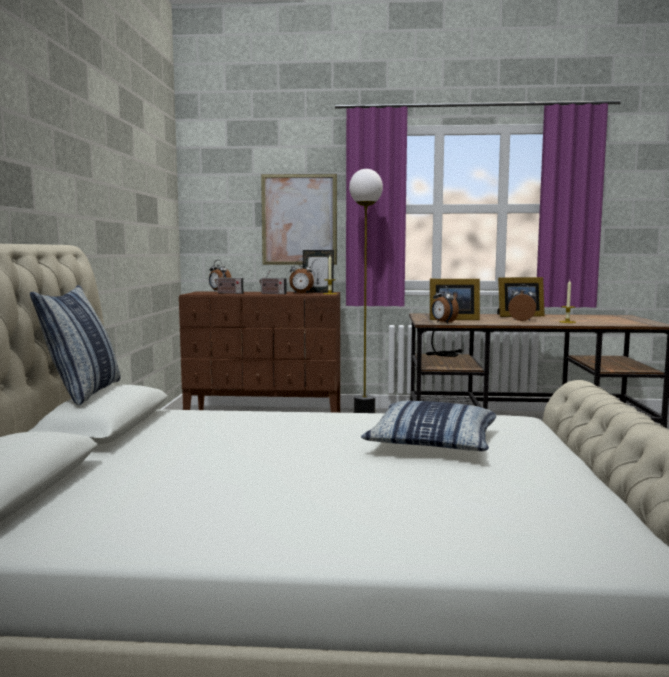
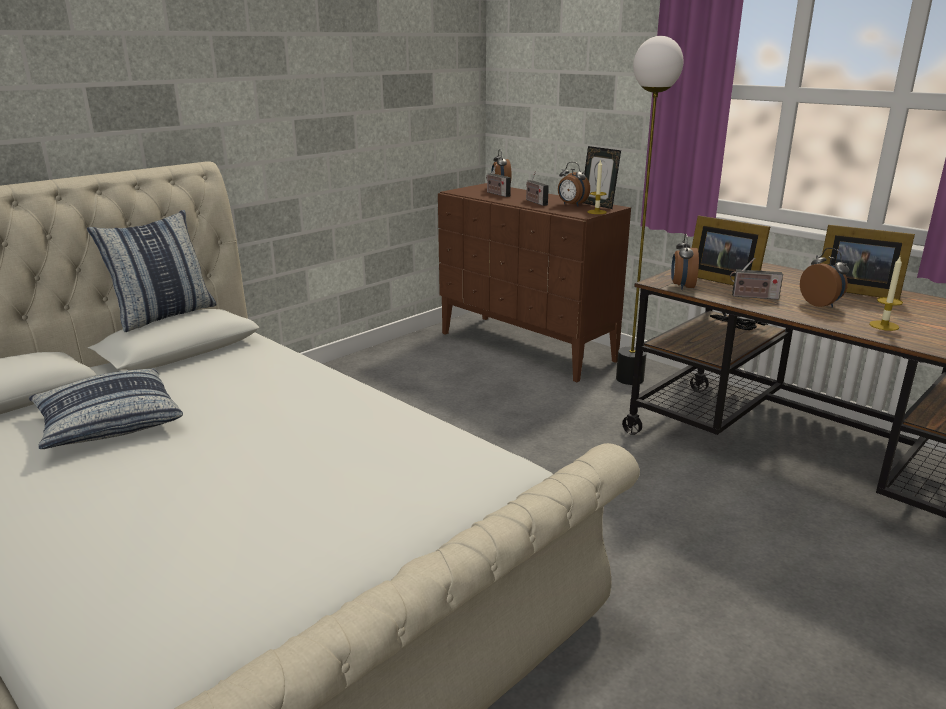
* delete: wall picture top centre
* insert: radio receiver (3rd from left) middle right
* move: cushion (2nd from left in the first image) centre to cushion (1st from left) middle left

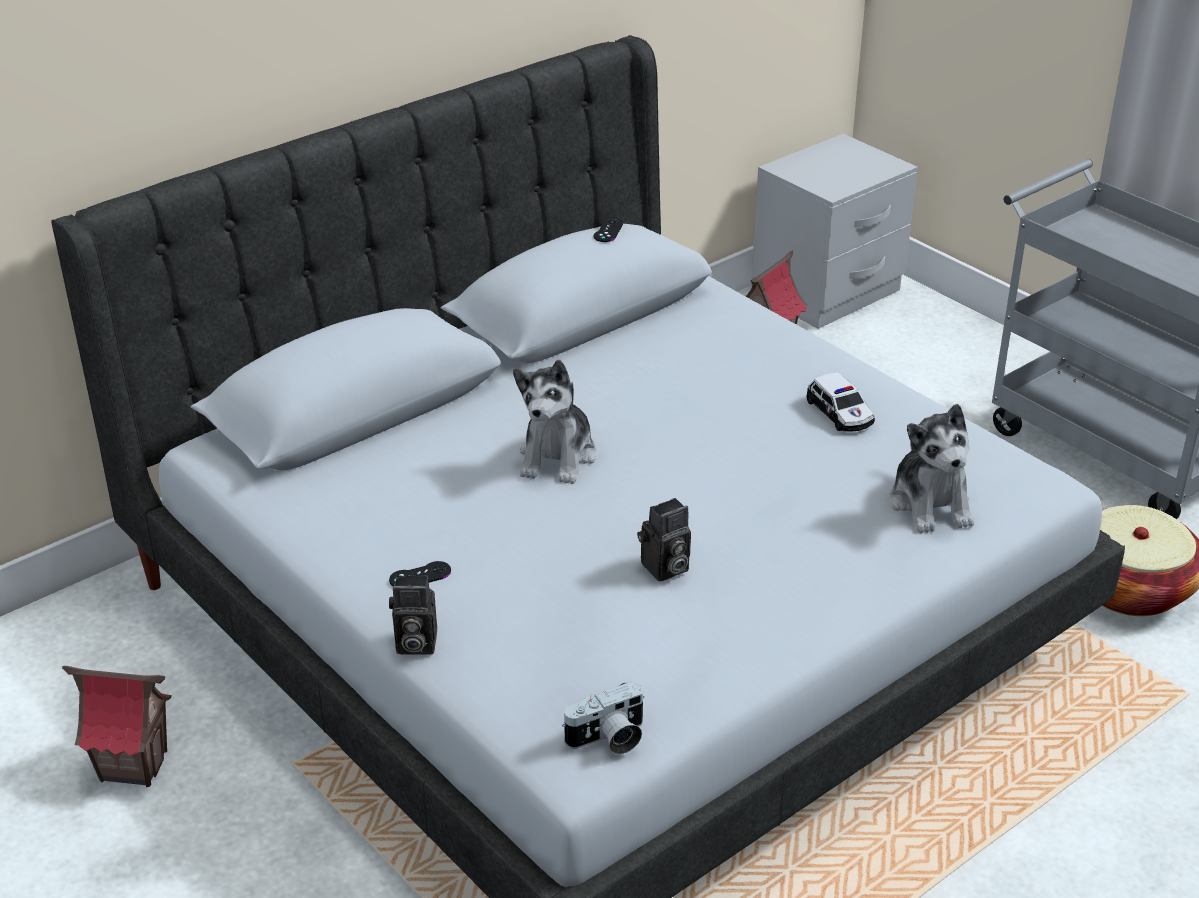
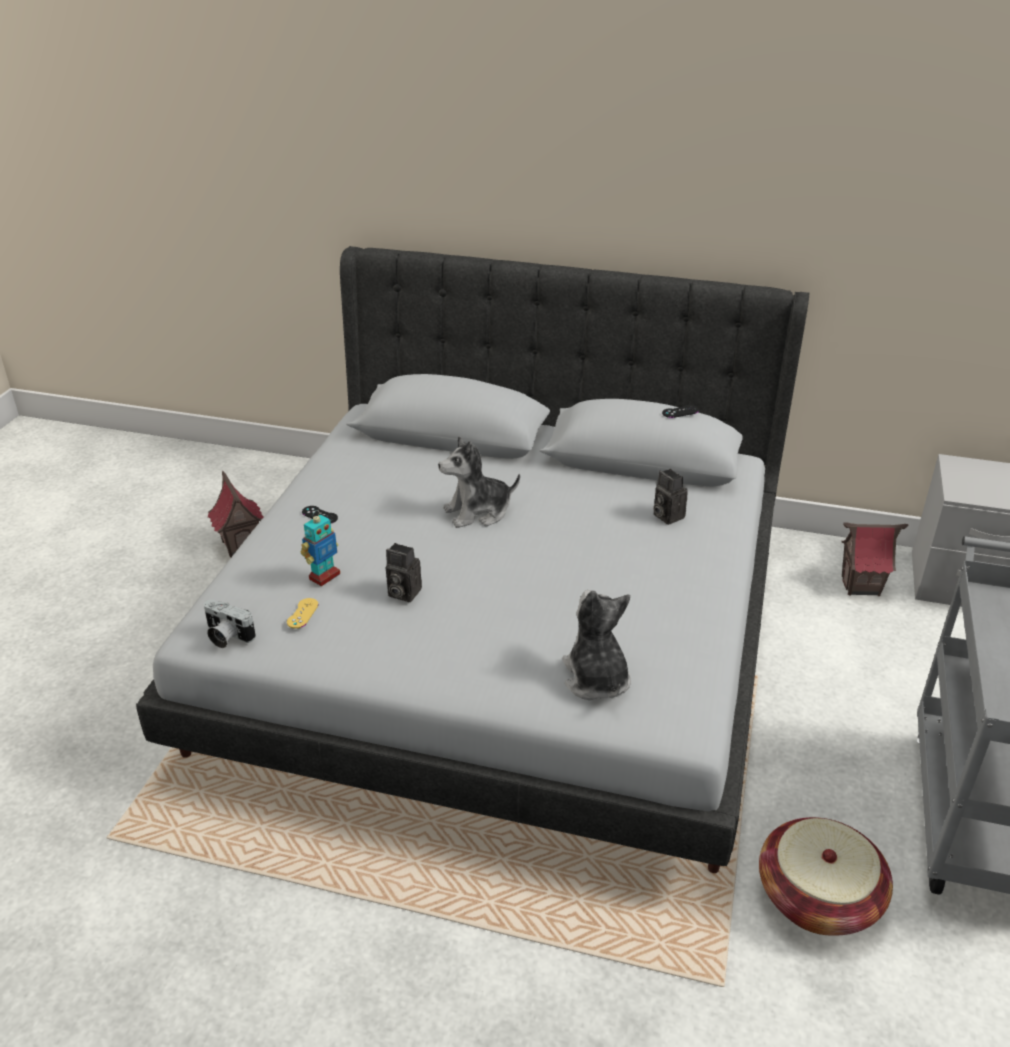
* delete: toy car middle right
* insert: gamepad in yellowish middle left
* insert: model robot middle left
* move: still camera (1st from left in the first image) bottom centre to still camera (3rd from left) centre
* rotate: cuddly toy (2nd from left) middle right = centre 120 degrees clockwise

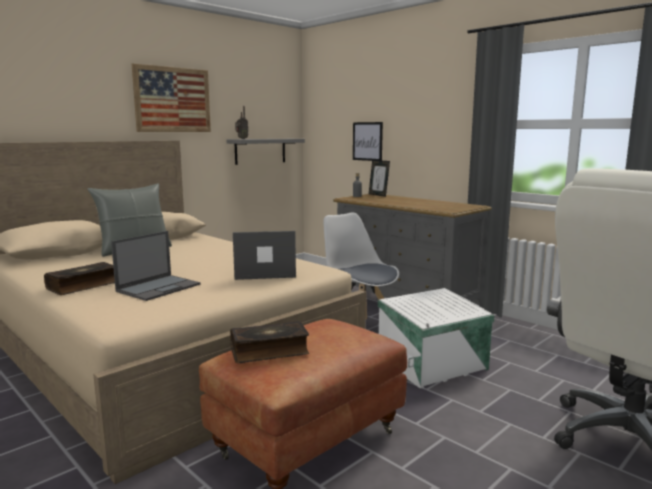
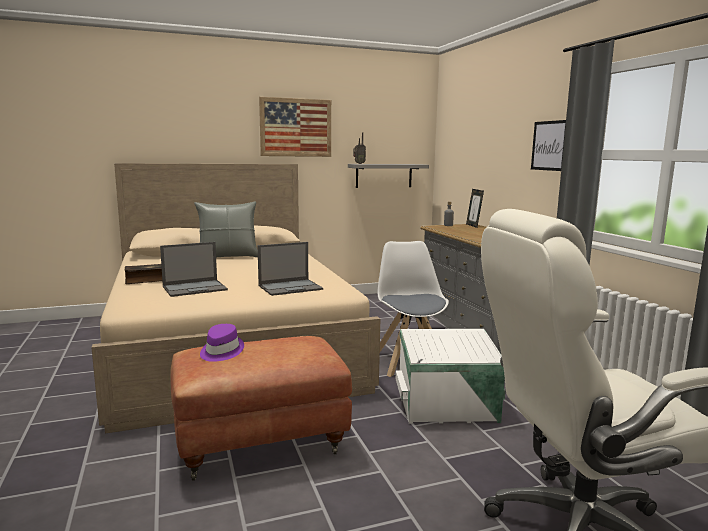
* move: wall picture (2nd from left) top centre to top right
* replace: volume (2nd from left) bottom centre to clothing hat in purplish middle left
* rotate: notebook computer (2nd from left) centre = centre 135 degrees clockwise

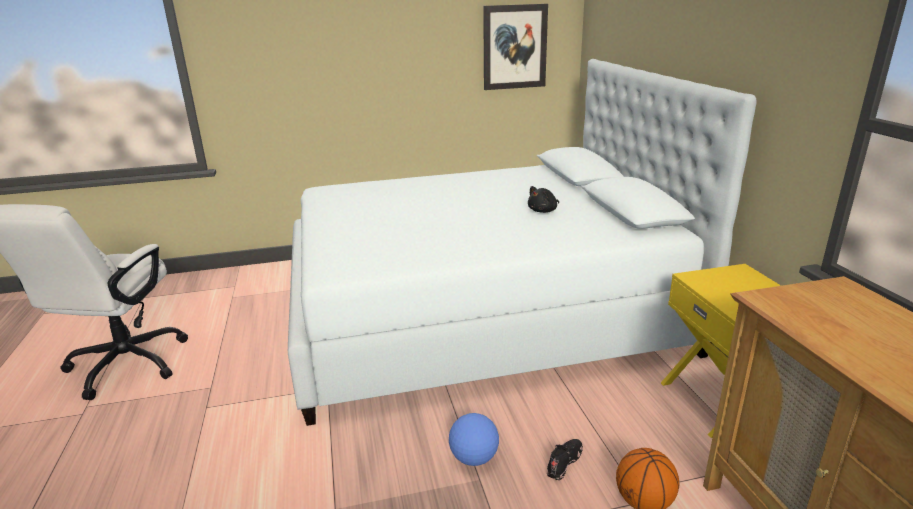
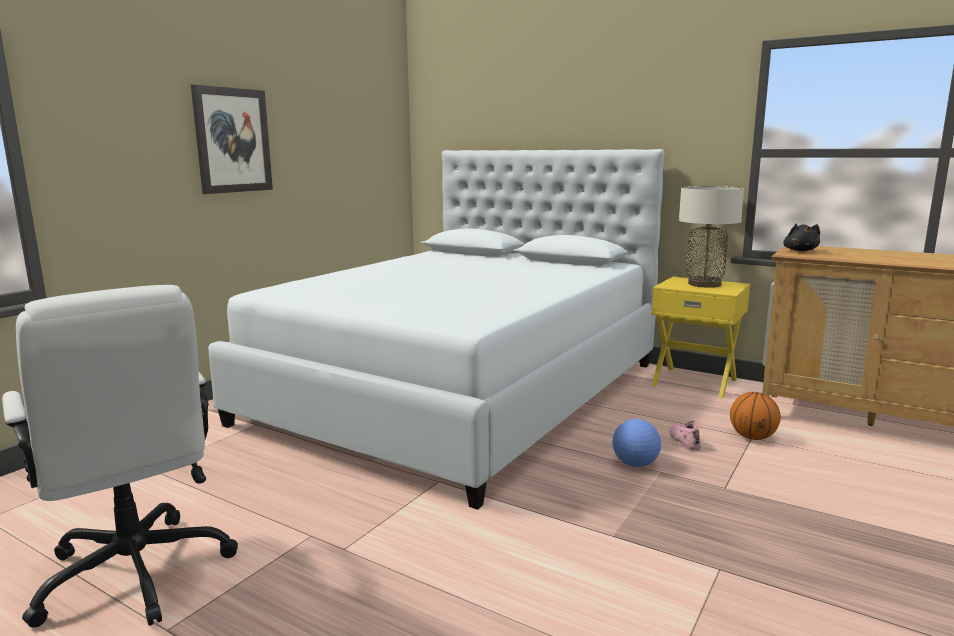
* insert: lamp for a table middle right
* move: wall picture top centre to top left
* move: cuddly toy in black centre to middle right
* recolor: shoe in black bottom centre to shoe in pink-coloured bottom right

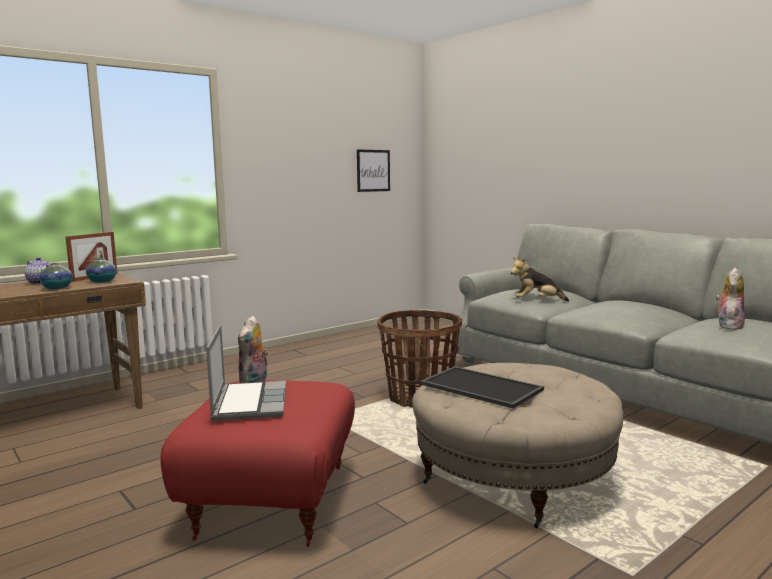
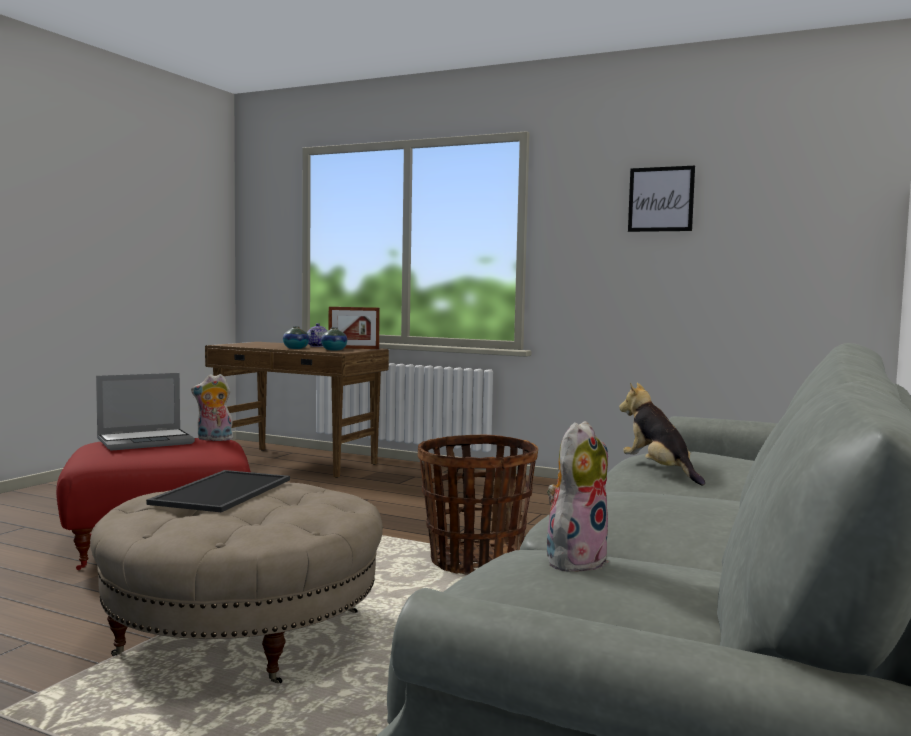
* move: wall picture top centre to top right
* rotate: cuddly toy (3rd from left in the first image) middle right = bottom centre 60 degrees counterclockwise

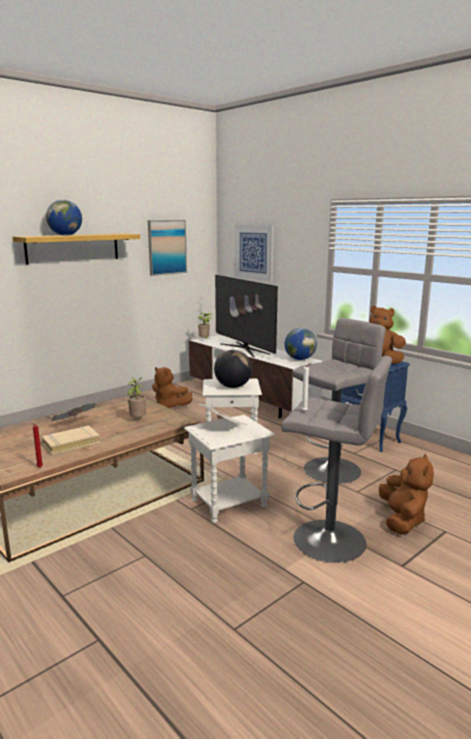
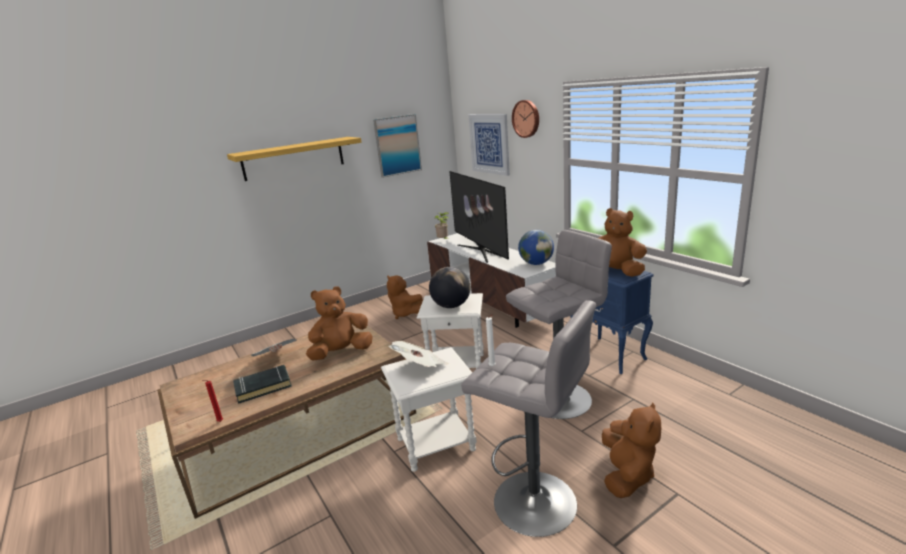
* delete: world globe (1st from left) top left
* insert: hanging clock top centre
* replace: plant in a pot (1st from left) middle left to cuddly toy in brown (1st from left) centre
* recolor: volume in beige middle left to volume in black bottom left

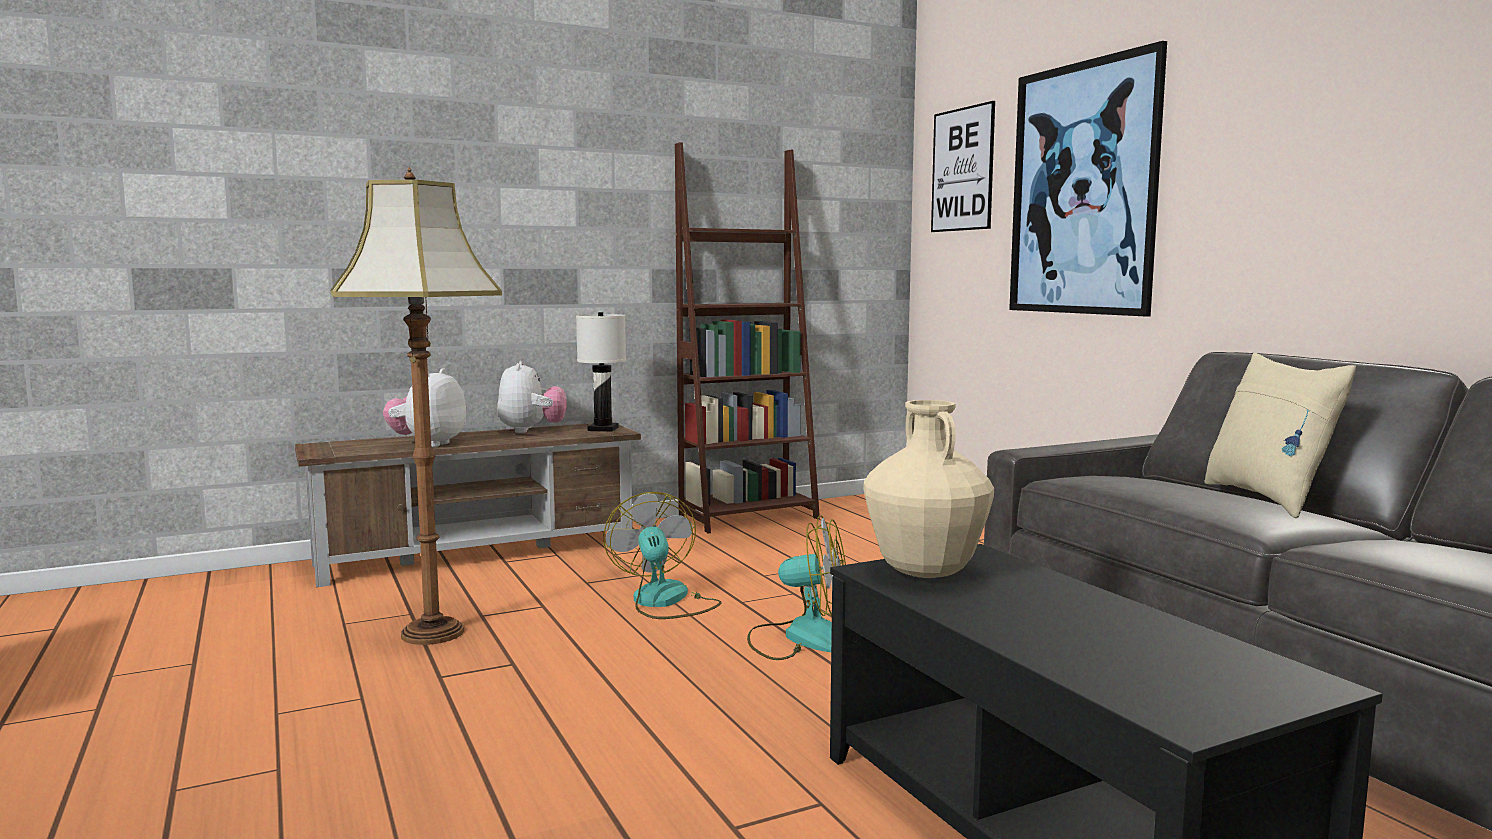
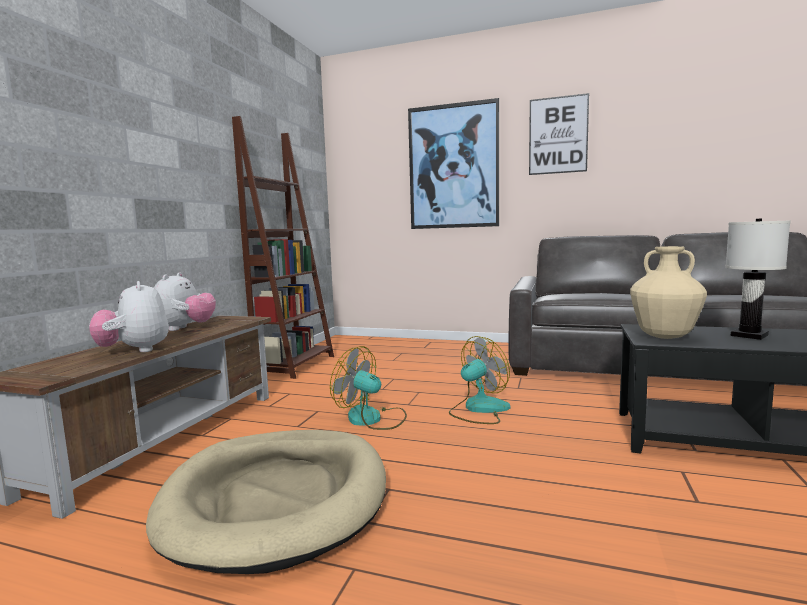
* delete: cushion in beige middle right
* move: lamp for a table in white-coloured centre to middle right
* move: wall picture (1st from left in the first image) top centre to wall picture (2nd from left) top right
* replace: standard lamp middle left to dog cushion in beige bottom left
* rotate: cuddly toy (2nd from left) centre = middle left 60 degrees clockwise

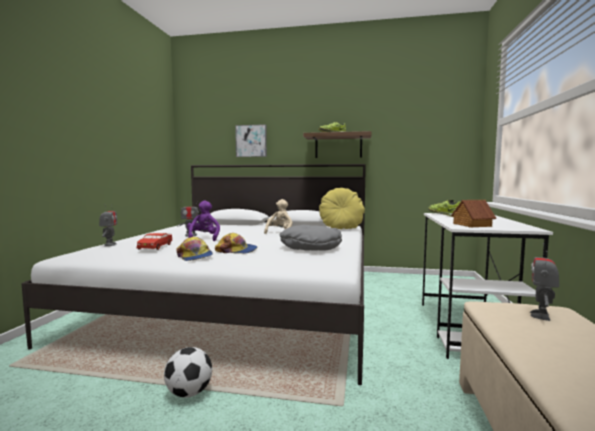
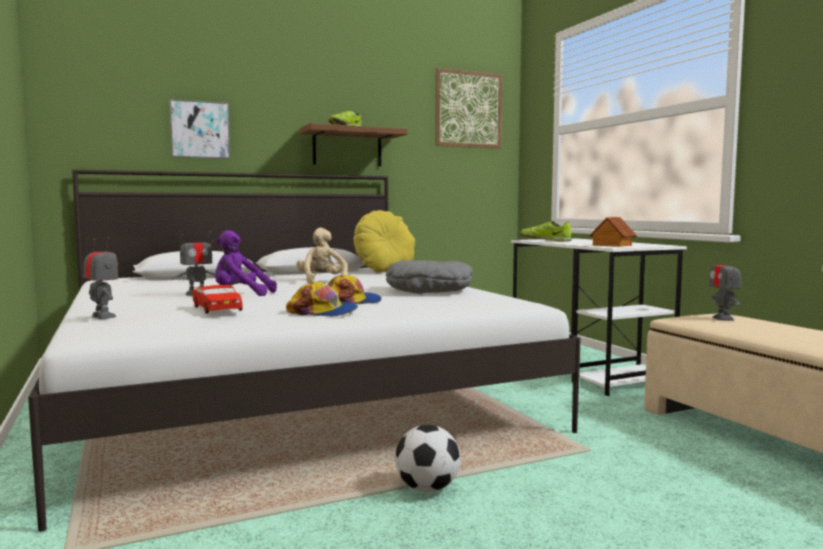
* insert: wall picture (2nd from left) top centre
* rotate: cuddly toy in purplish centre = middle left 45 degrees counterclockwise

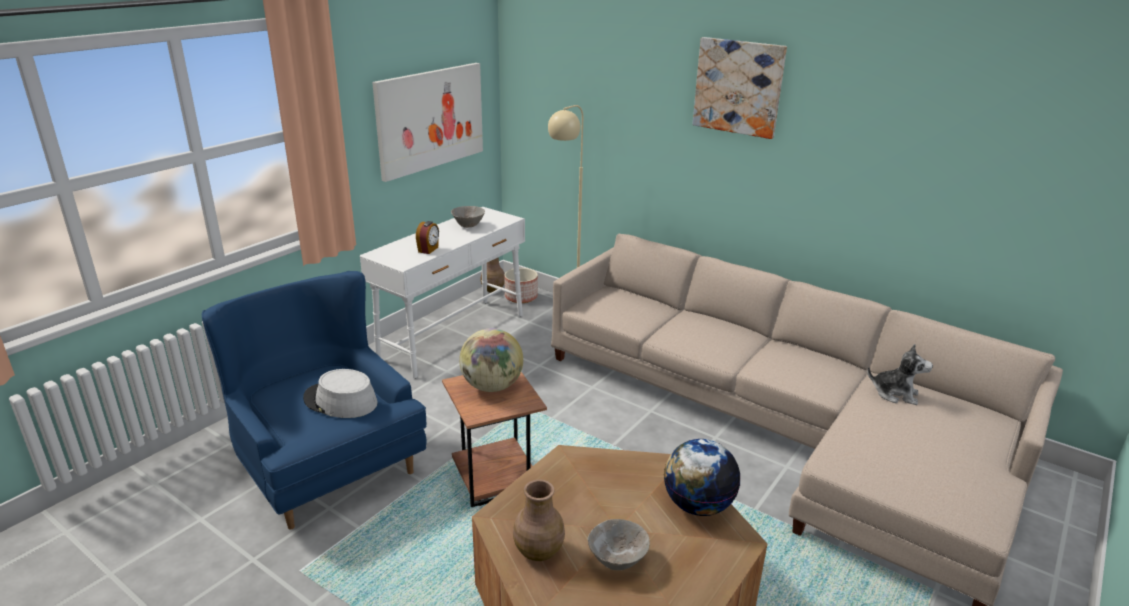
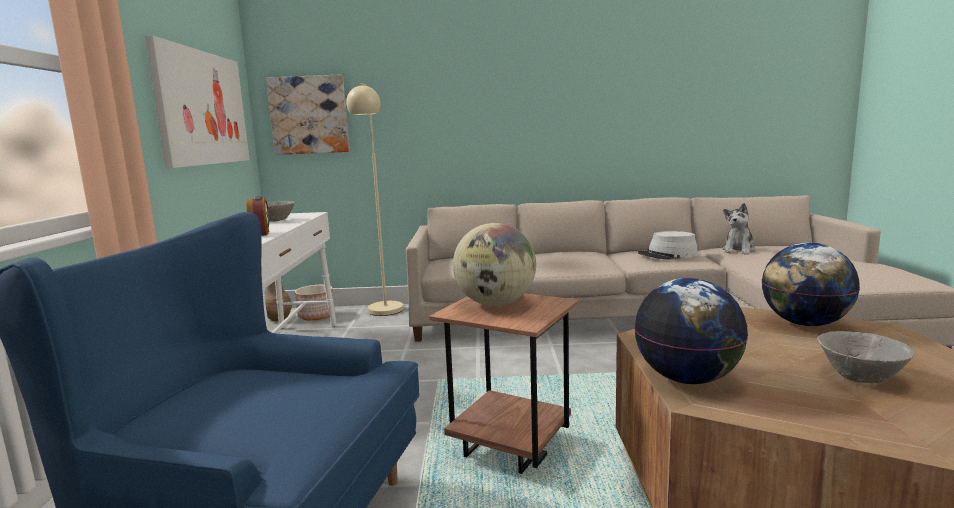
* delete: flower vase in brown (2nd from left) bottom centre
* insert: world globe (2nd from left) middle right
* move: clothing hat in gray middle left to middle right
* move: wall picture (2nd from left) top centre to top left
* rotate: cuddly toy middle right = middle right 135 degrees clockwise

